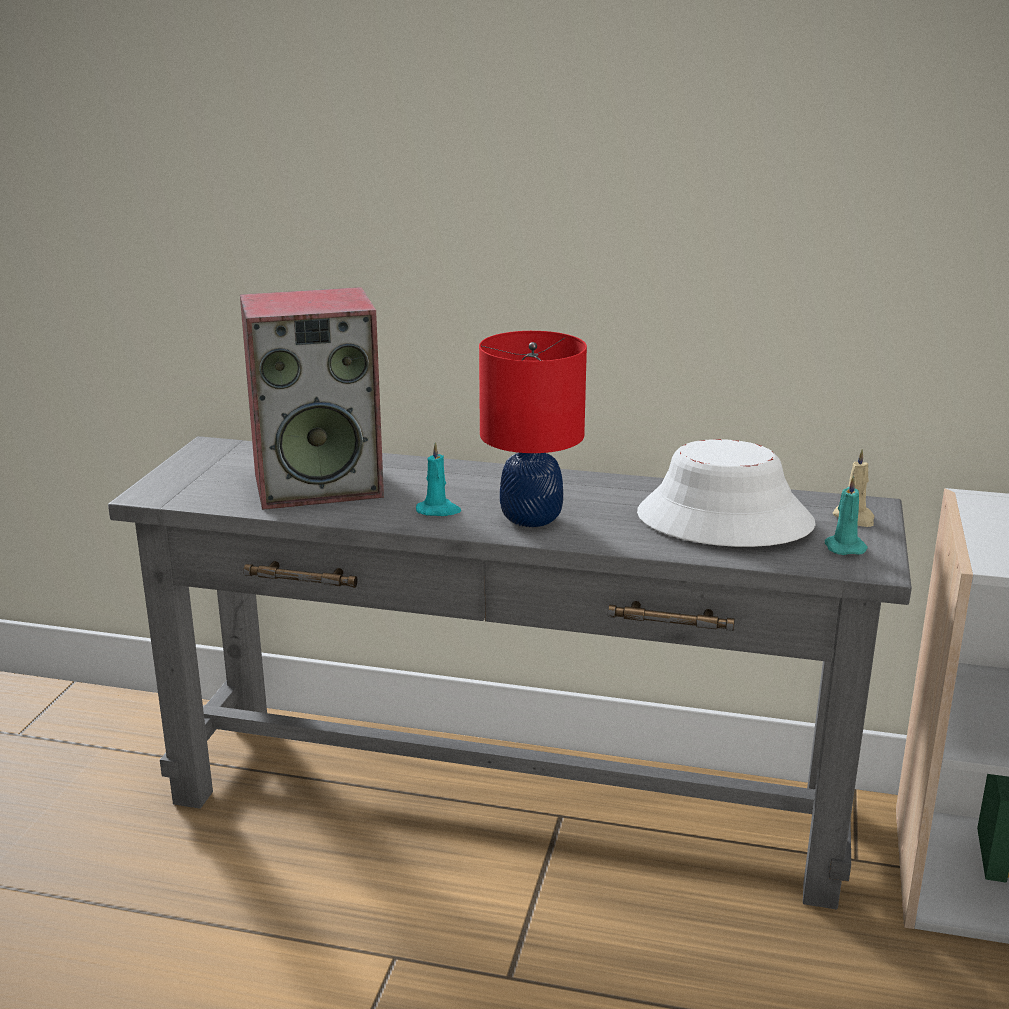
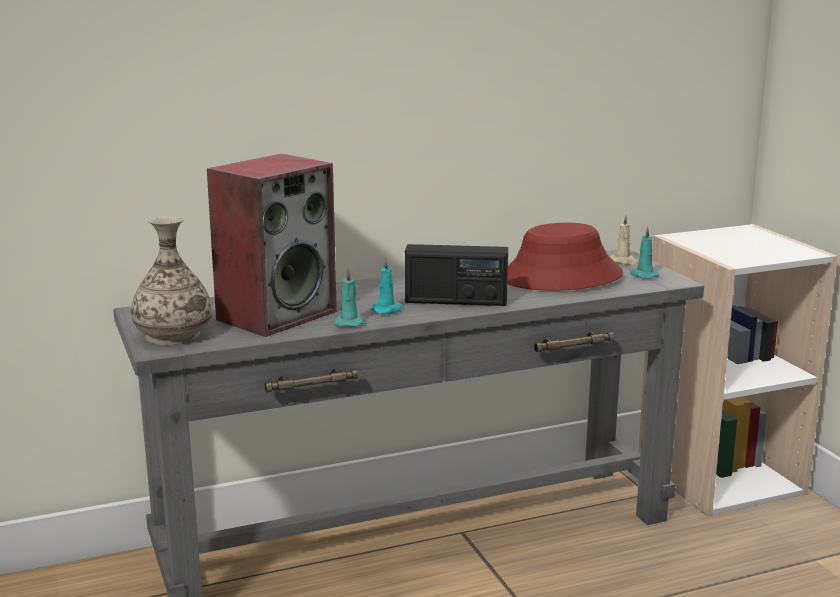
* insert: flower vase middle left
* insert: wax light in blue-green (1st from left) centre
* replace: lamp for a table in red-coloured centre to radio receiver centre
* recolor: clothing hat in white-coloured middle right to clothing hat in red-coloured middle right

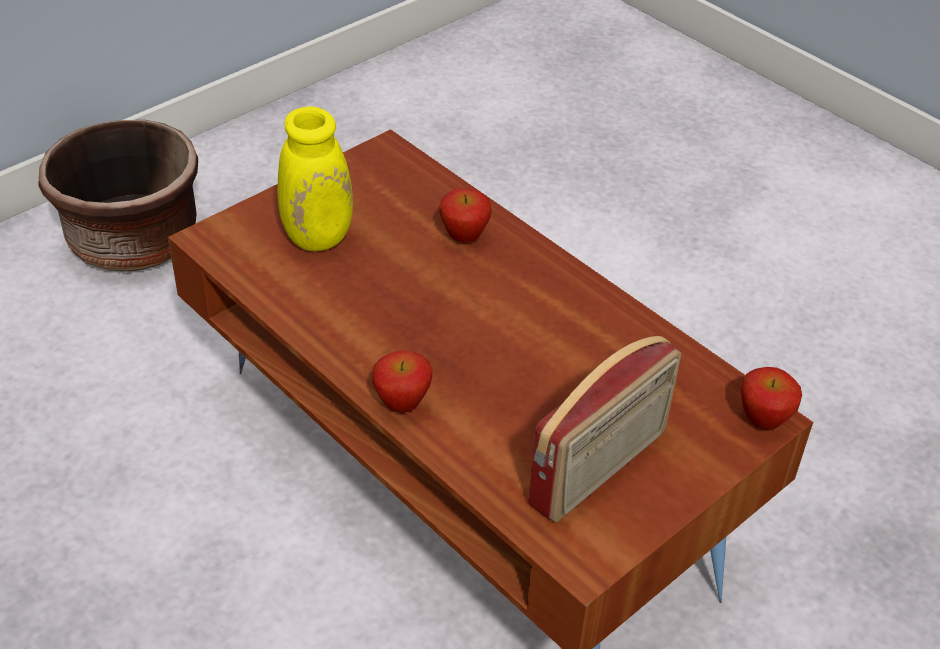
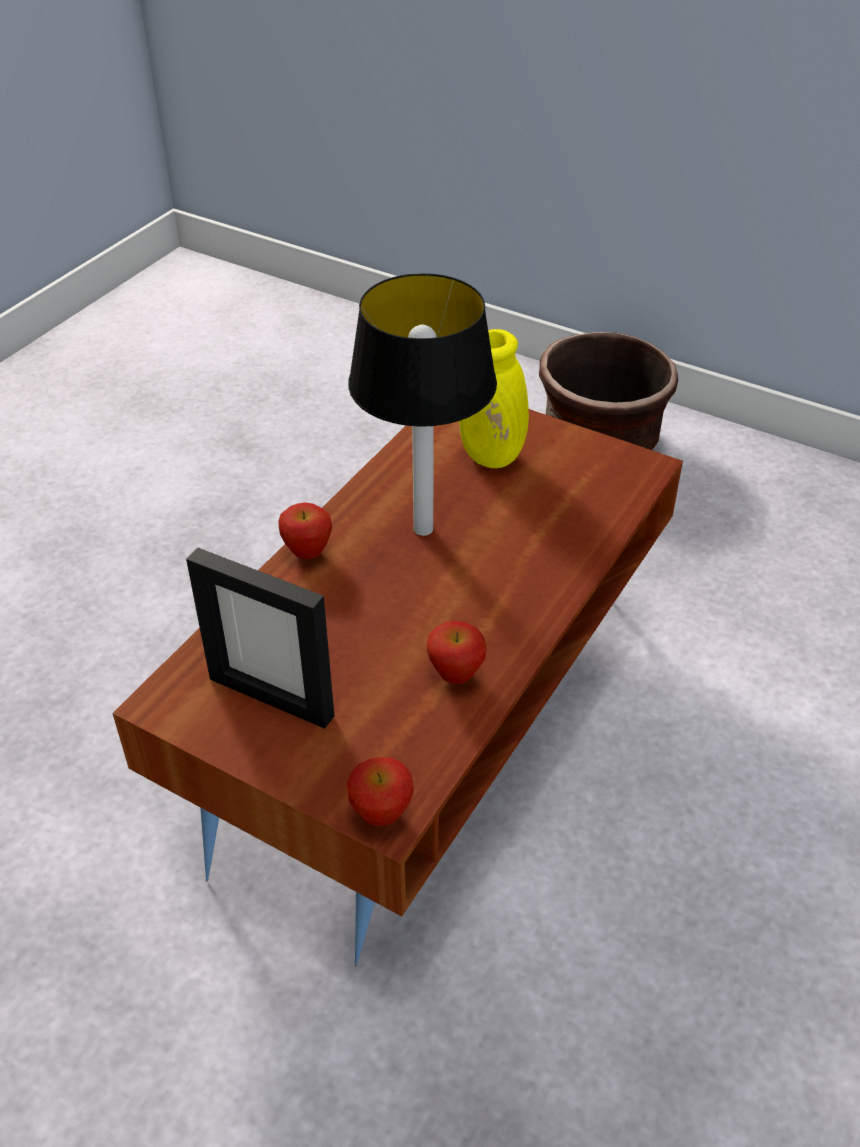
* insert: lamp for a table centre
* move: apple fruit (2nd from left in the first image) top centre to apple fruit (3rd from left) centre
* replace: radio receiver centre to standing frame middle left

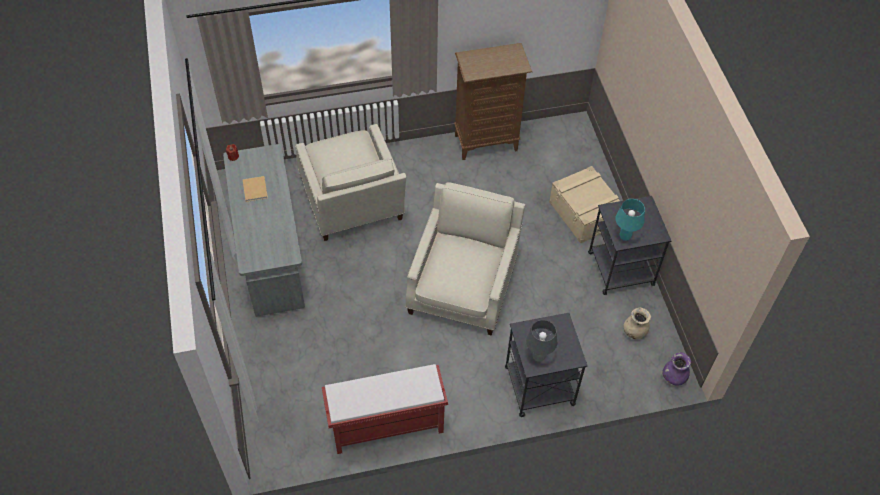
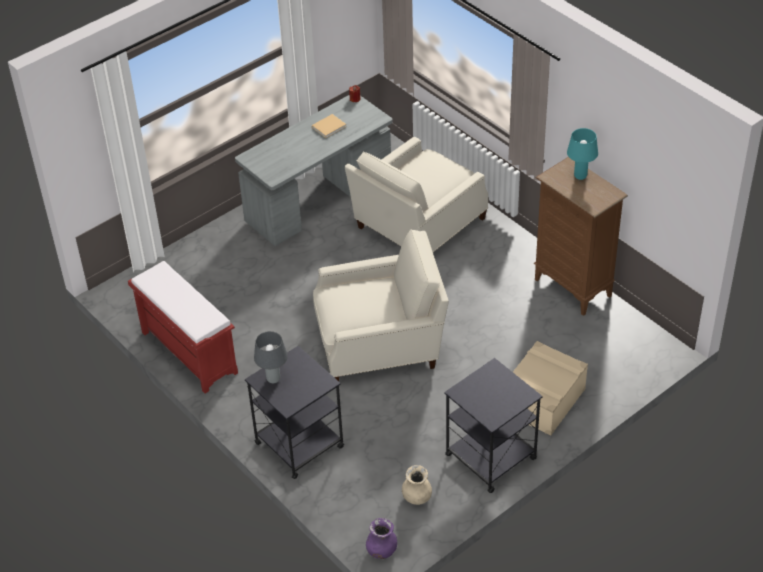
* move: lamp for a table in blue-green middle right to top right

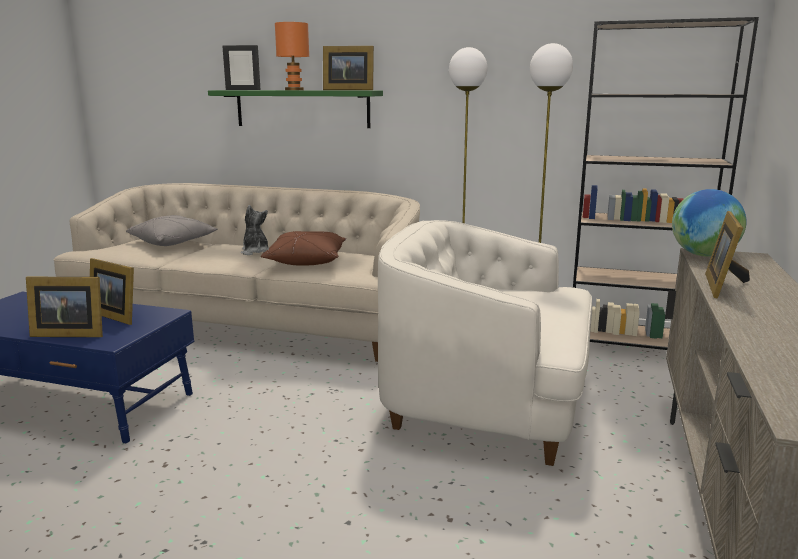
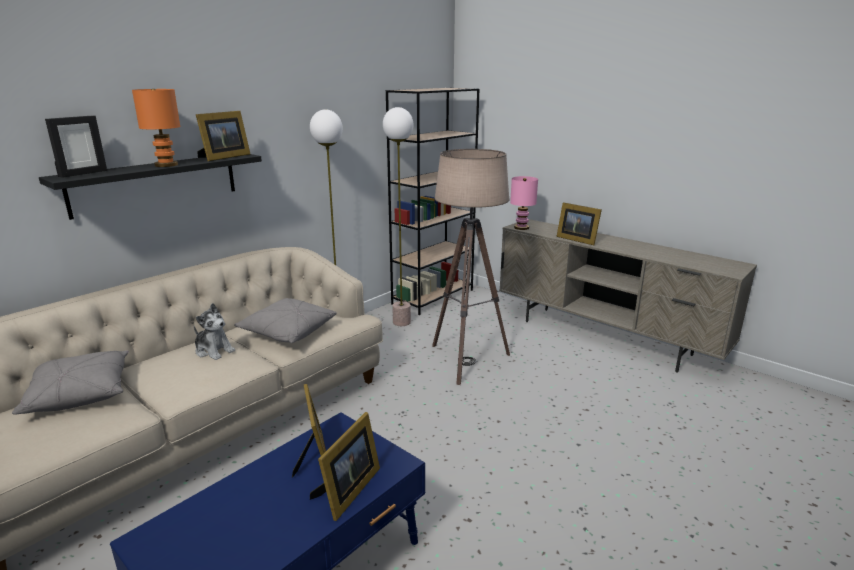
* replace: easy chair in white-coloured centre to standard lamp (3rd from left) centre
* replace: world globe middle right to lamp for a table in pink-coloured centre
* recolor: bracket shelf in green top centre to bracket shelf in black top left
* recolor: cushion in brown centre to cushion in gray (2nd from left) centre
* rotate: standing frame (2nd from left in the first image) middle left = bottom centre 75 degrees counterclockwise
* rotate: cuddly toy middle left = middle left 150 degrees counterclockwise

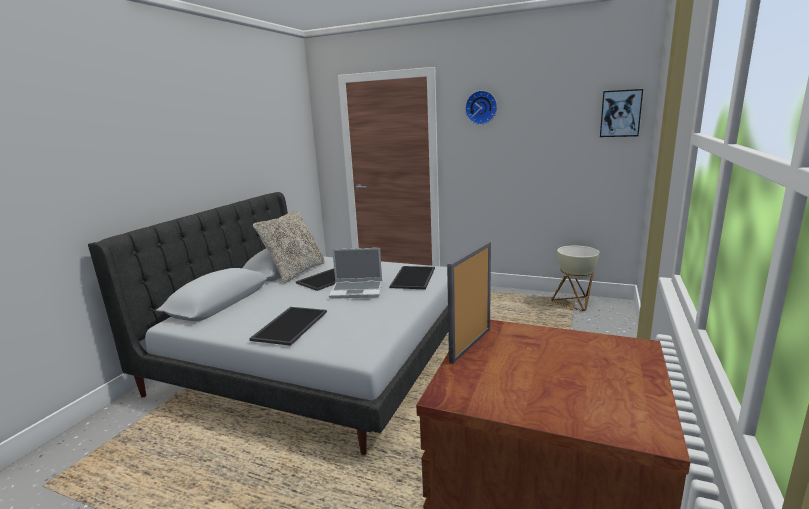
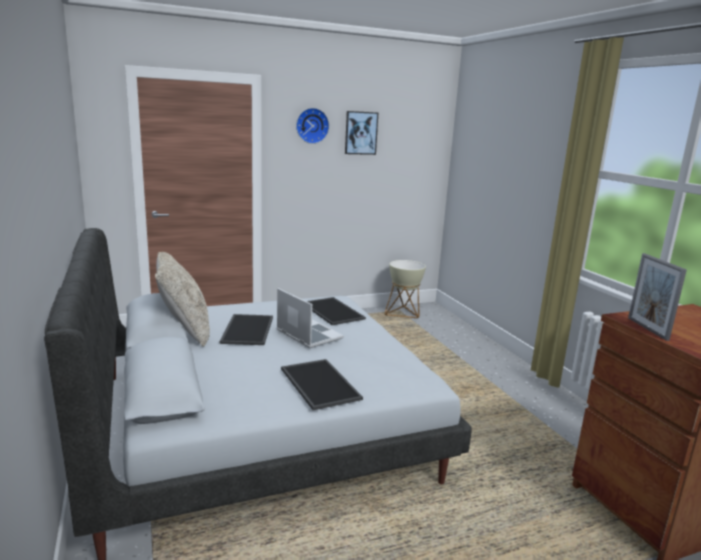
* move: wall picture top right to top centre
* rotate: notebook computer centre = centre 90 degrees counterclockwise

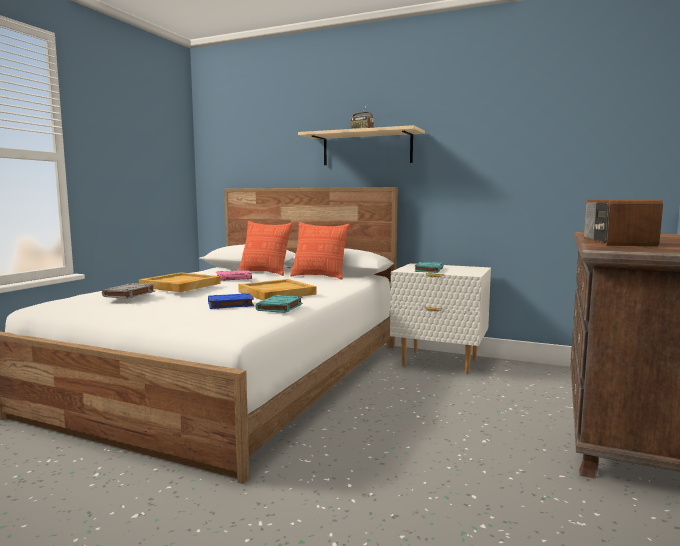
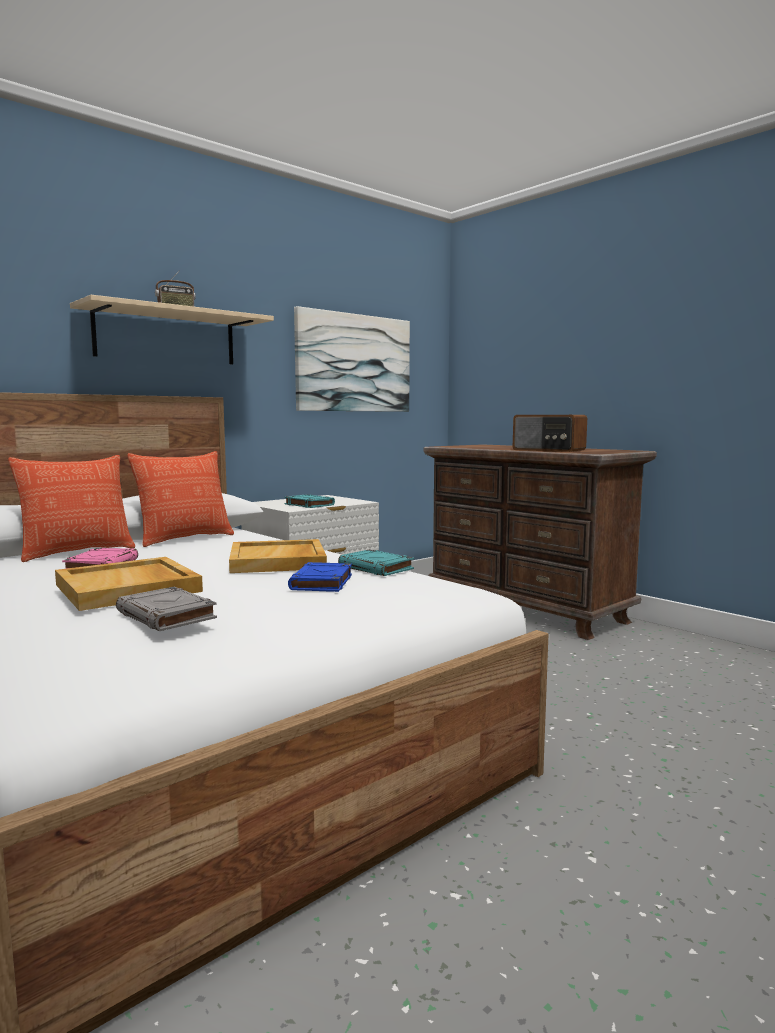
* insert: wall picture centre

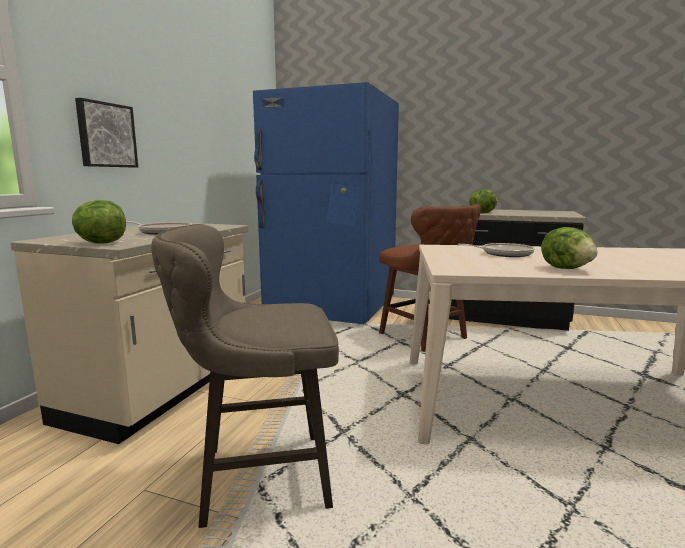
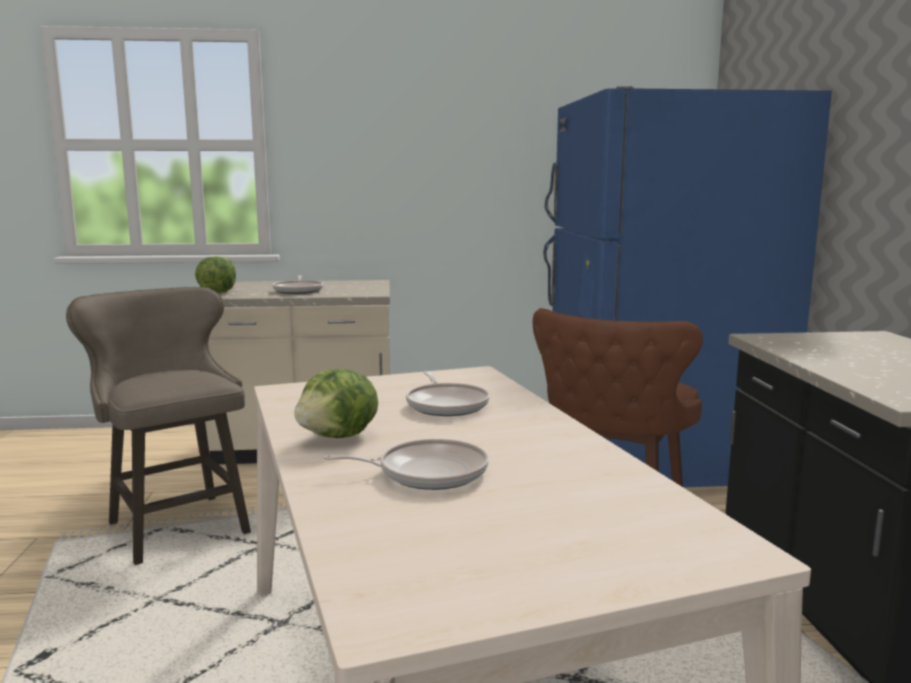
* delete: wall picture top left
* delete: lettuce head (2nd from left) middle right
* insert: skillet (2nd from left) bottom centre

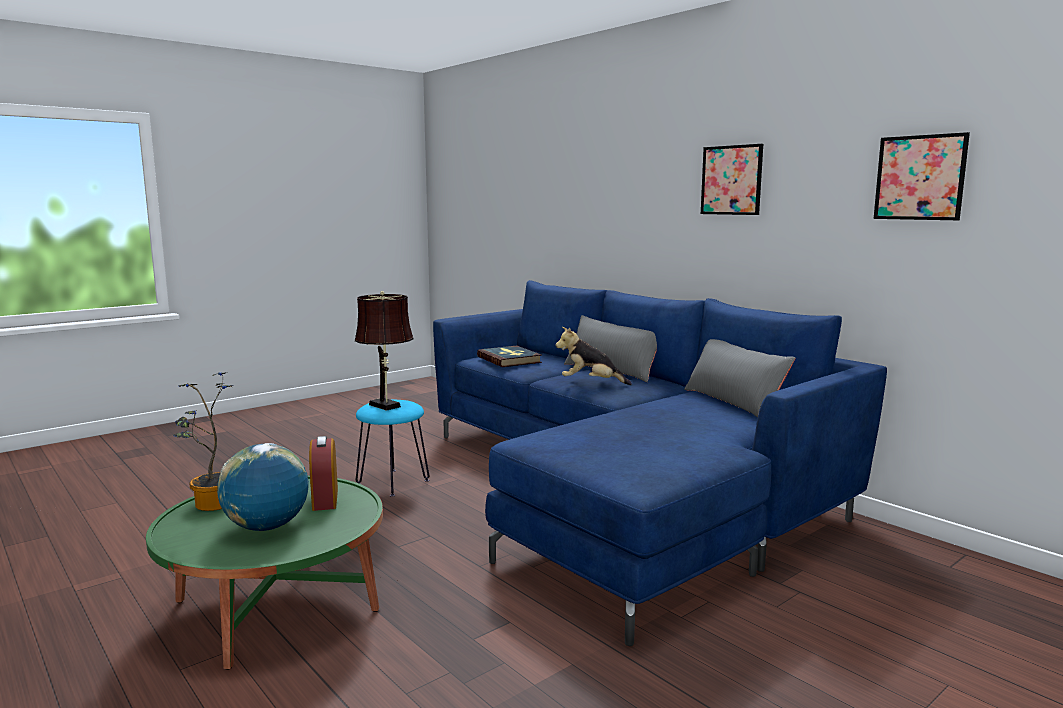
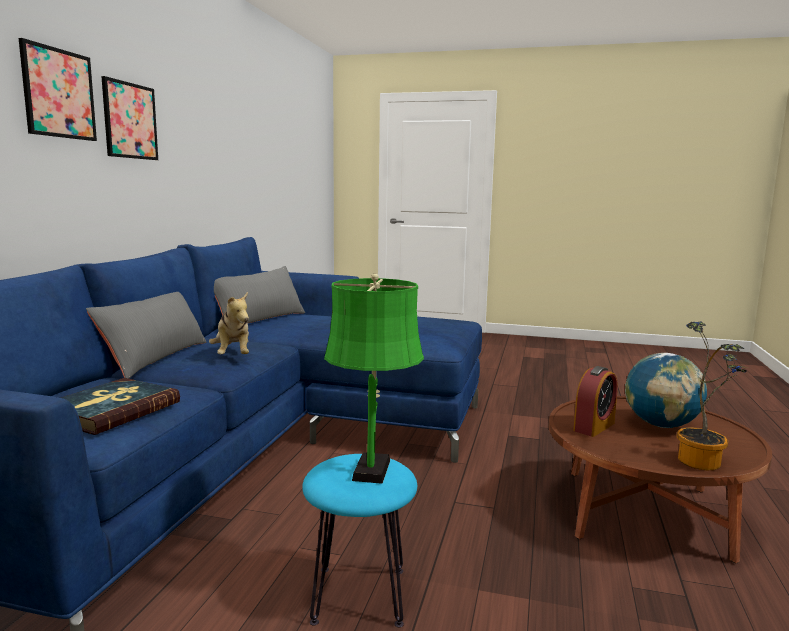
* move: wall picture (2nd from left in the first image) top right to wall picture (1st from left) top left
* recolor: low table in green bottom left to low table in brown bottom right
* recolor: lamp for a table in brown centre to lamp for a table in green centre

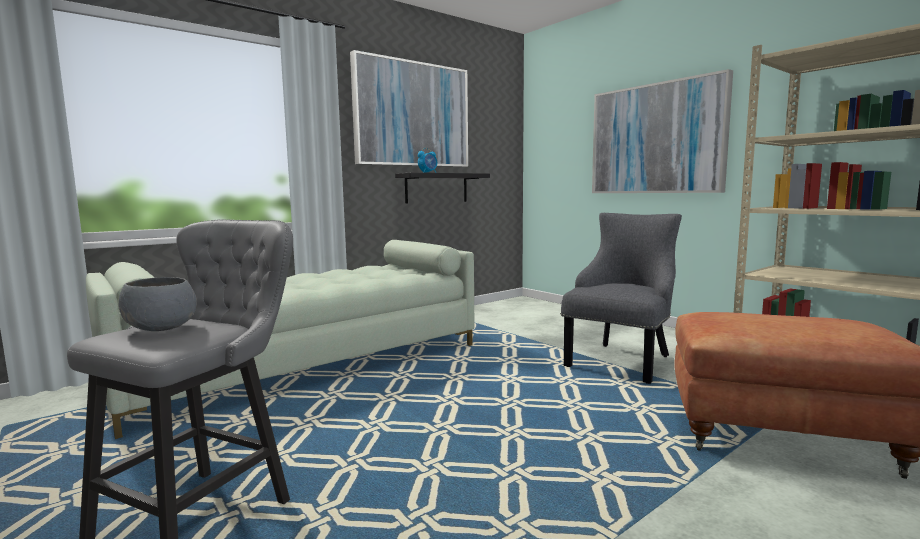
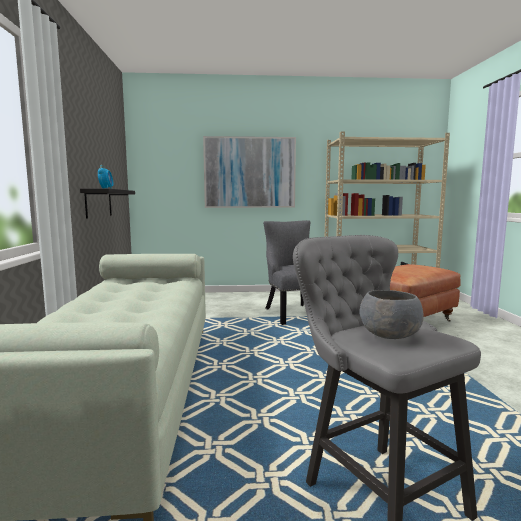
* delete: wall picture (1st from left) top centre

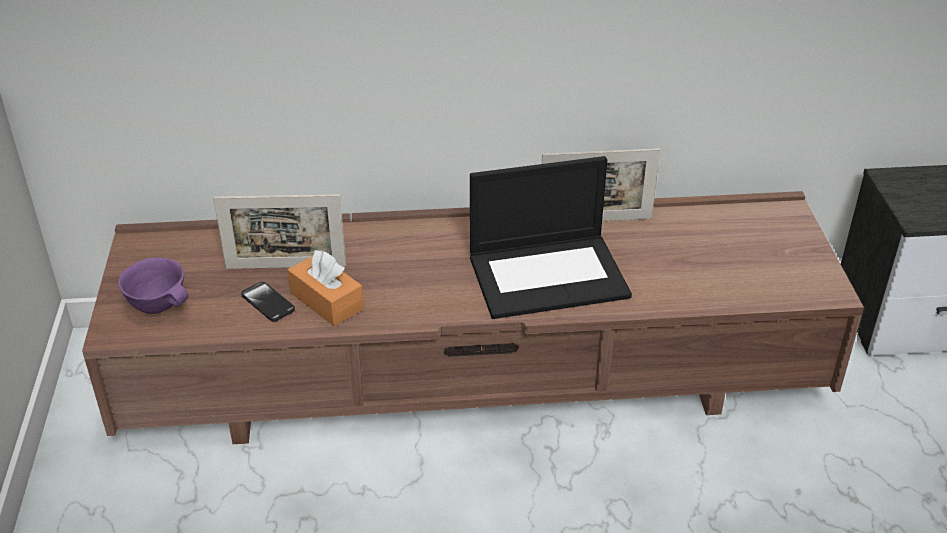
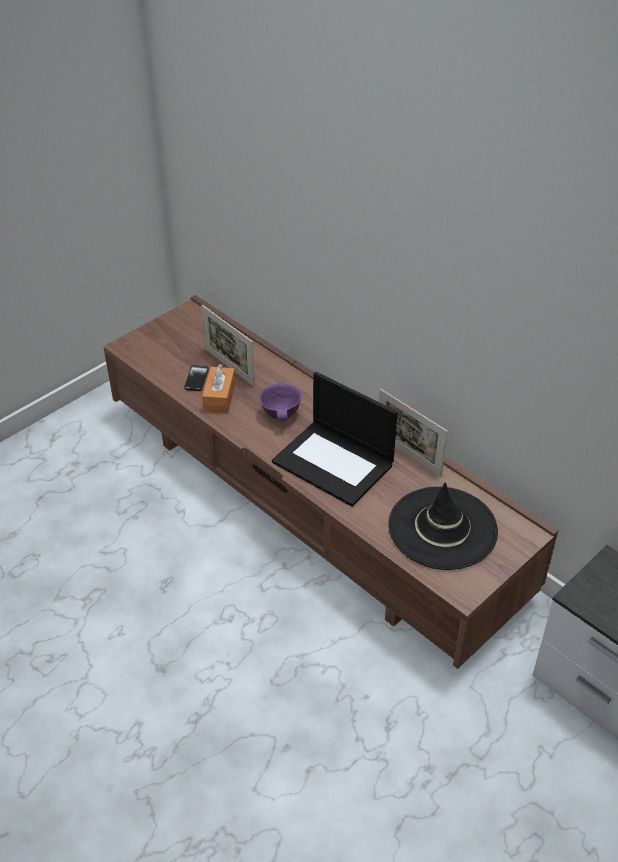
* insert: clothing hat in black middle right
* move: bowl in purplish middle left to centre

